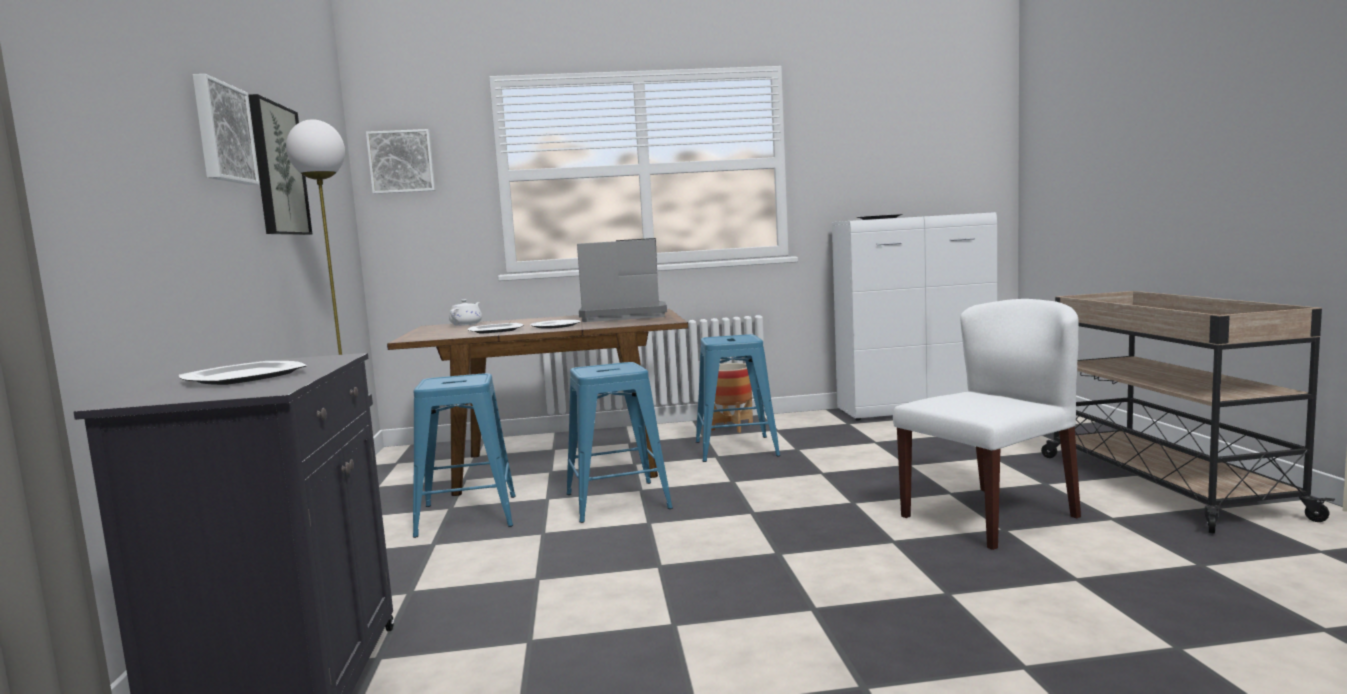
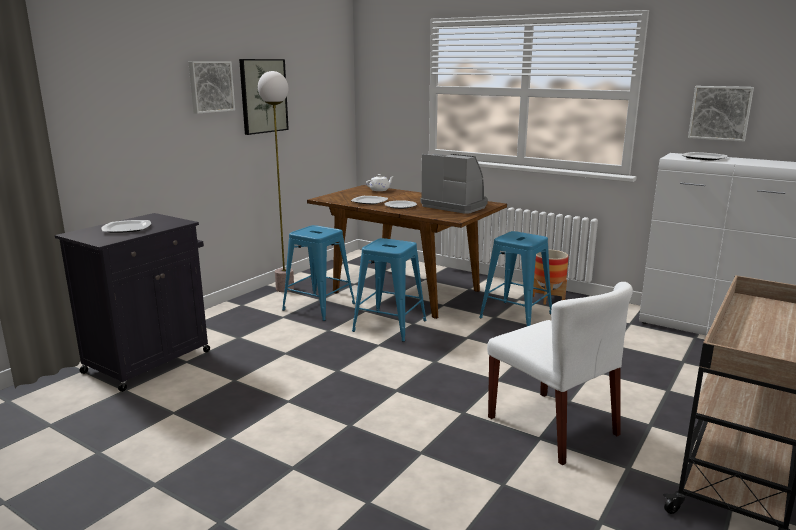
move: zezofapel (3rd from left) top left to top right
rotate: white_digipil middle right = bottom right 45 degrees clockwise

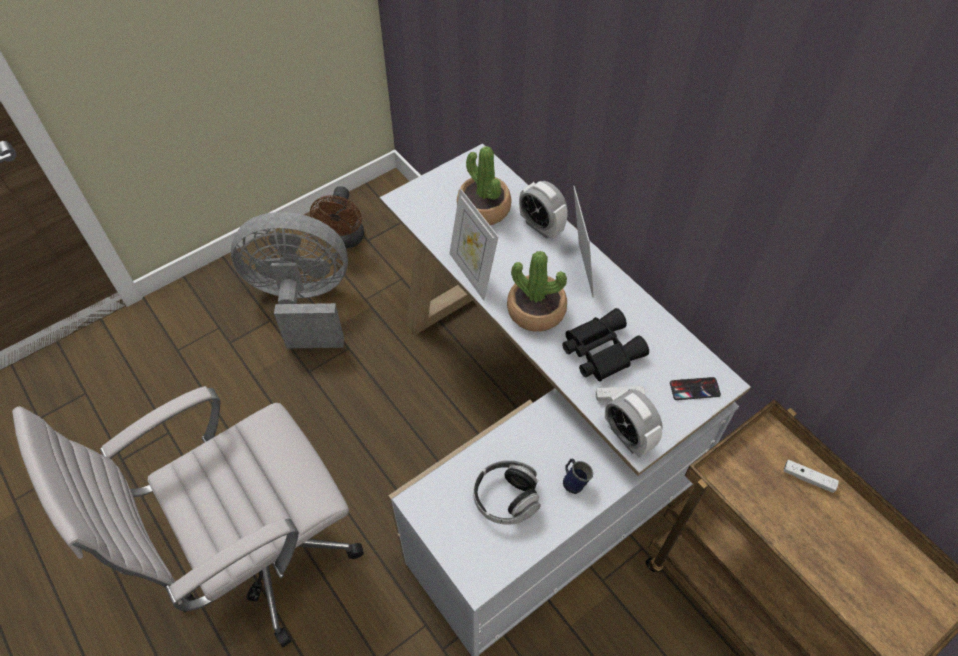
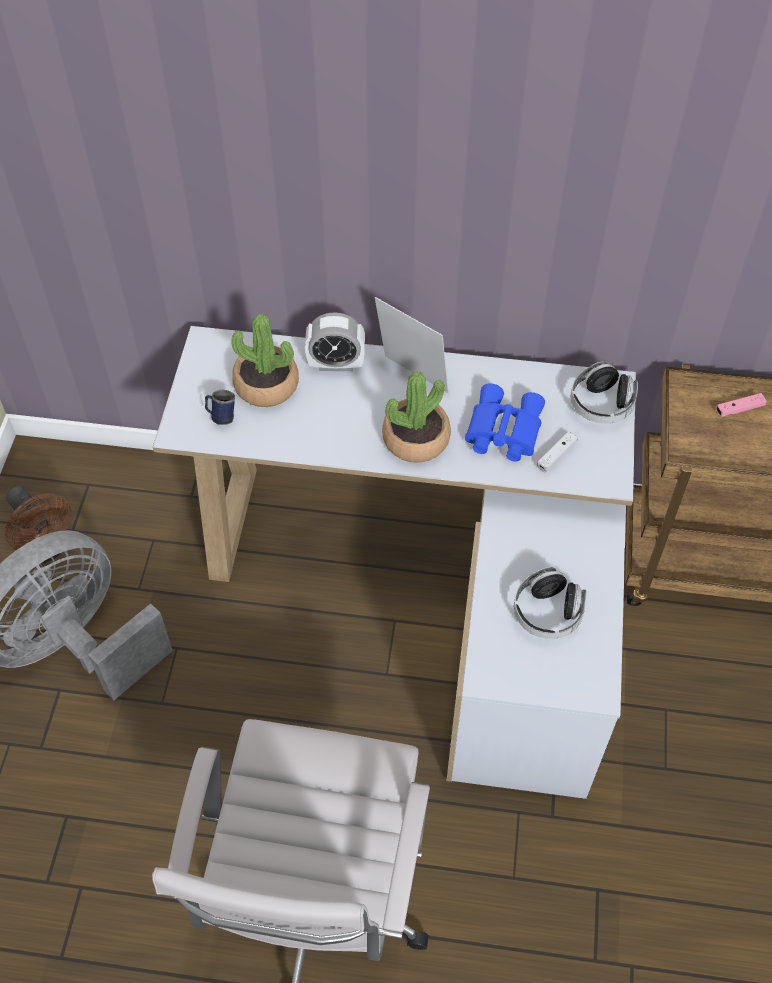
delete: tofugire (1st from left) centre; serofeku (2nd from left) centre
move: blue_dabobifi bottom centre to middle left
replace: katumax middle right to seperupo (2nd from left) middle right
recolor: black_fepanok centre to blue_fepanok centre; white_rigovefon (2nd from left) bottom right to pink_rigovefon middle right

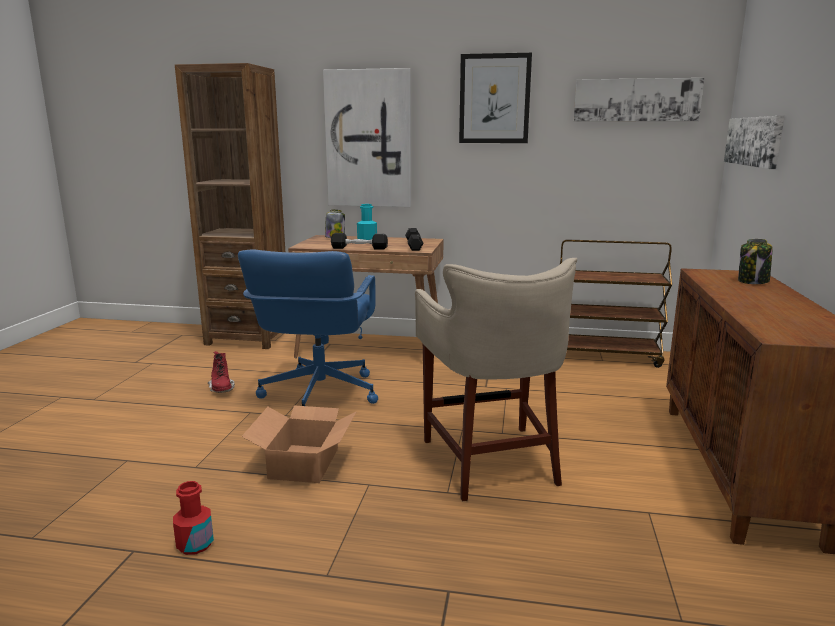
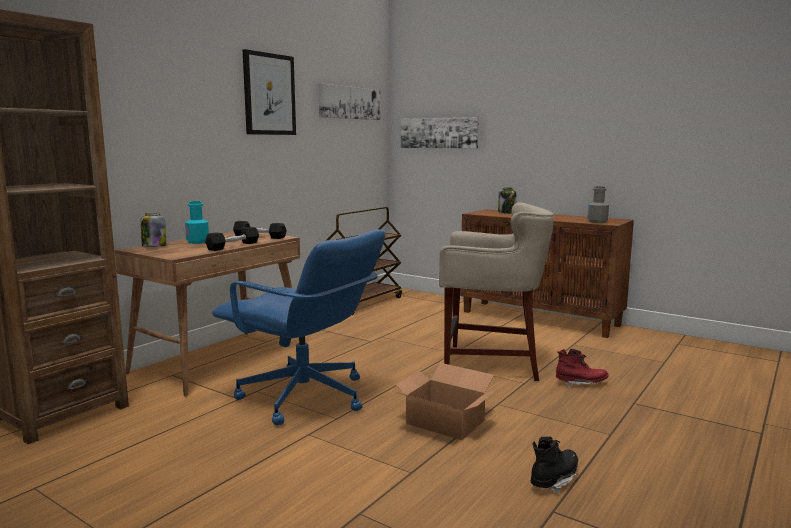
delete: zezofapel (1st from left) top centre
insert: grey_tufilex middle right
move: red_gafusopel middle left to bottom right
replace: red_tufilex bottom left to black_gafusopel bottom right

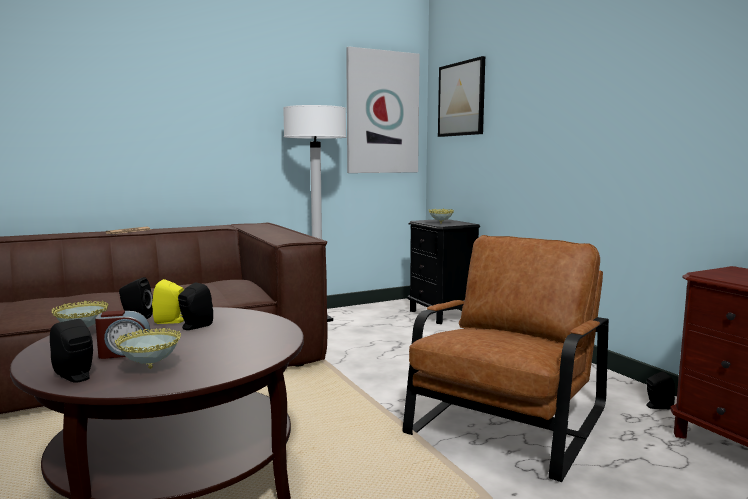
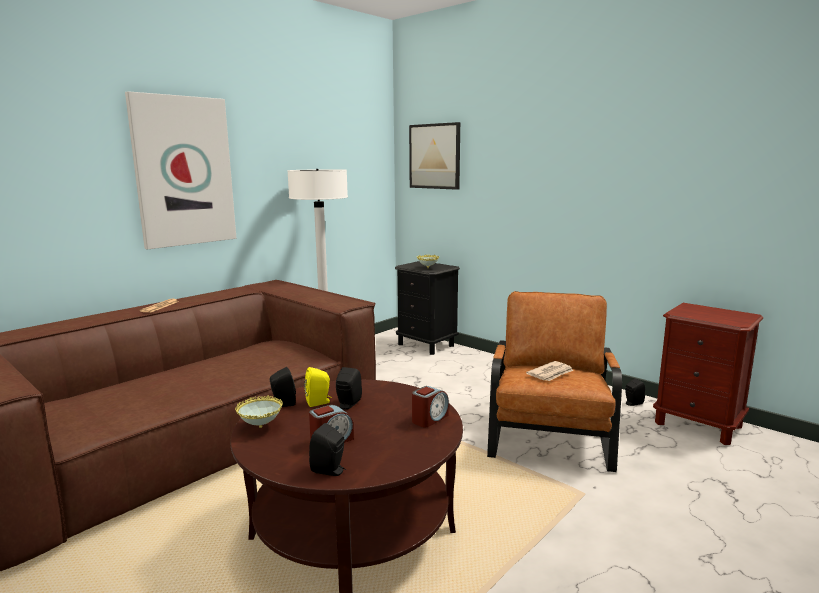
delete: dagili (2nd from left) bottom left
insert: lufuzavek (2nd from left) middle right; serofeku (2nd from left) bottom centre
move: zezofapel (1st from left) top centre to top left

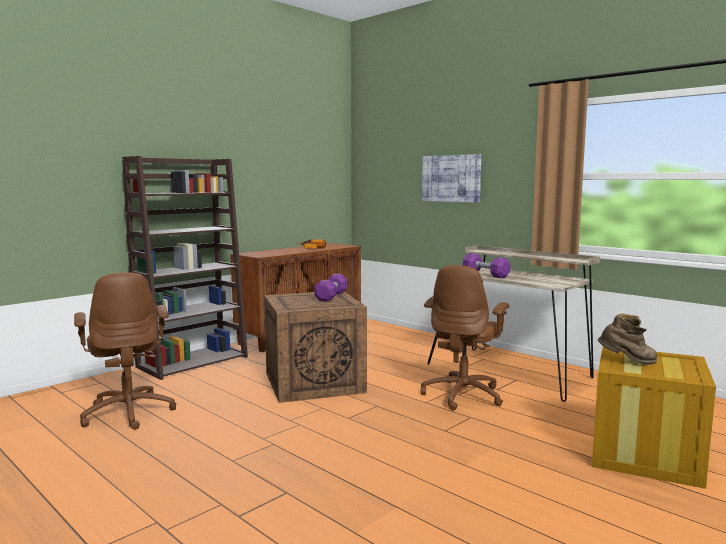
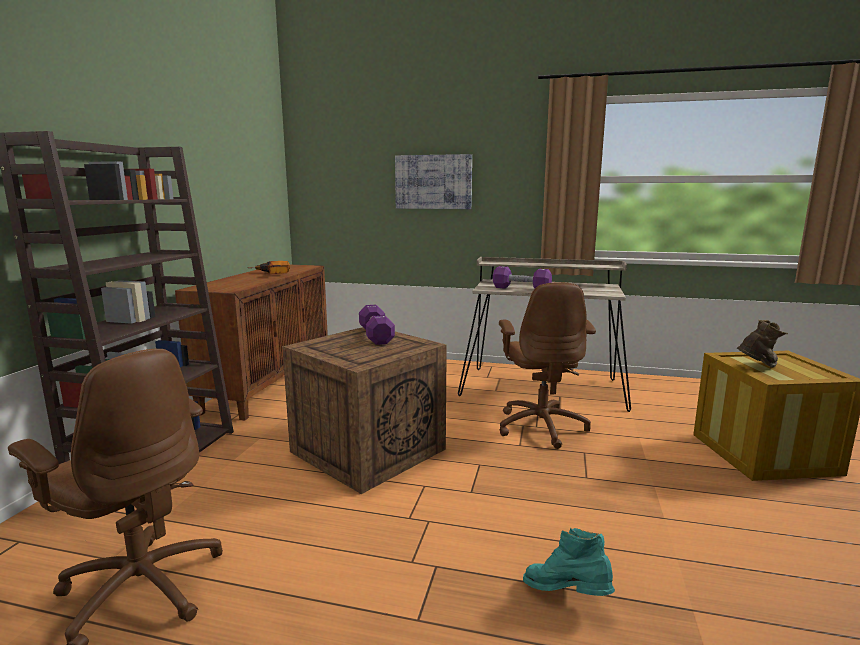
insert: turquoise_gafusopel bottom centre

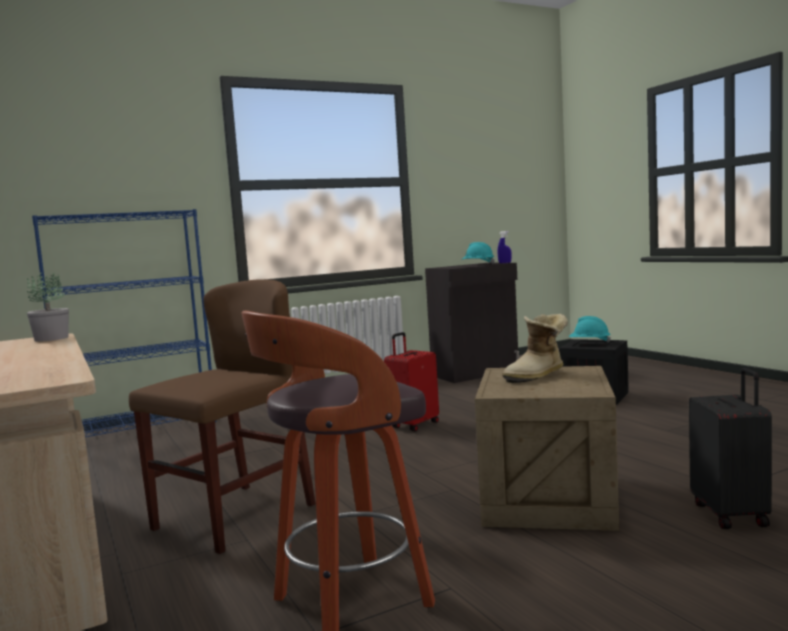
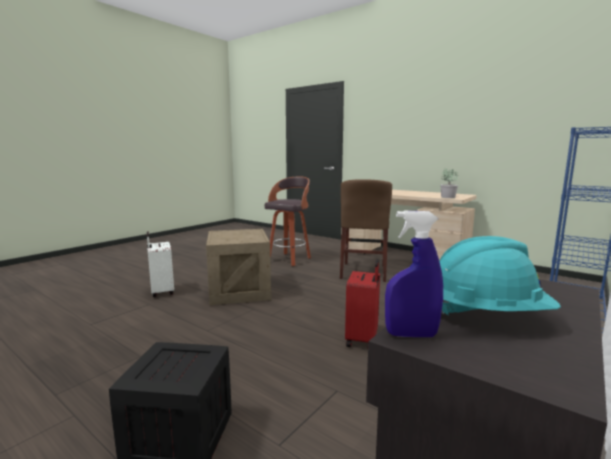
delete: gafusopel middle right; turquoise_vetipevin (2nd from left) middle right
recolor: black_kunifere bottom right to white_kunifere middle left

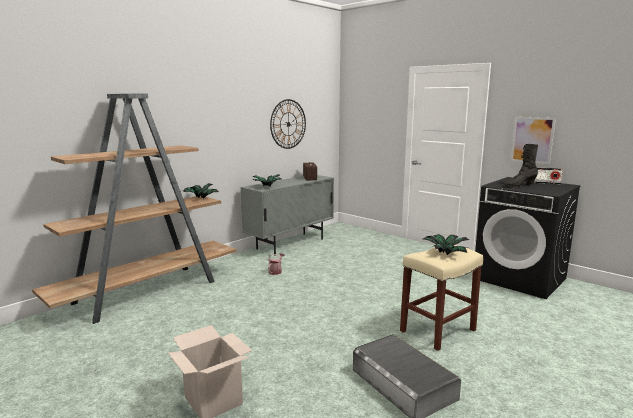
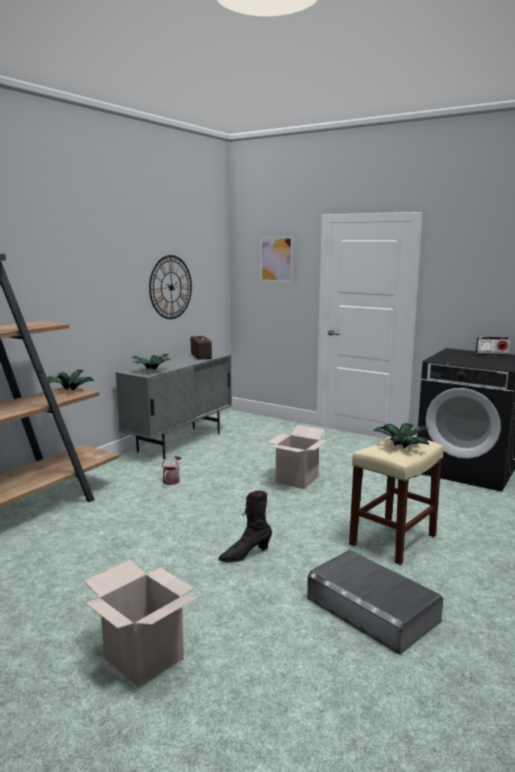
insert: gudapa (2nd from left) centre
move: zezofapel middle right to centre; black_gafusopel middle right to bottom centre

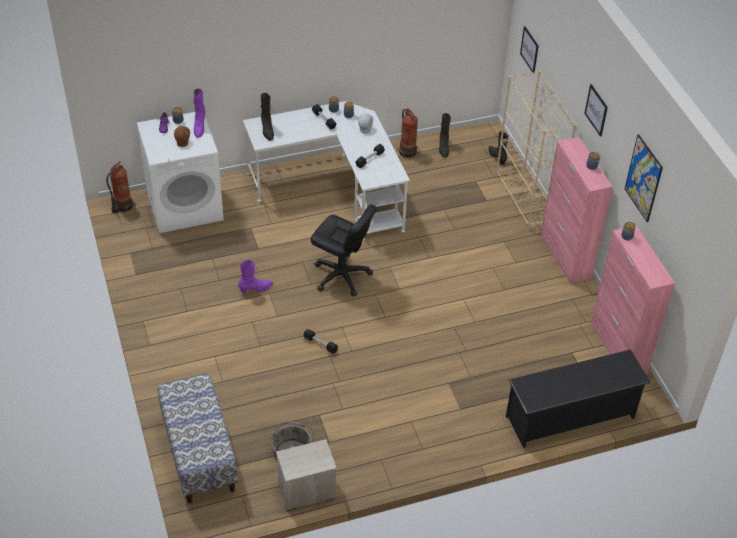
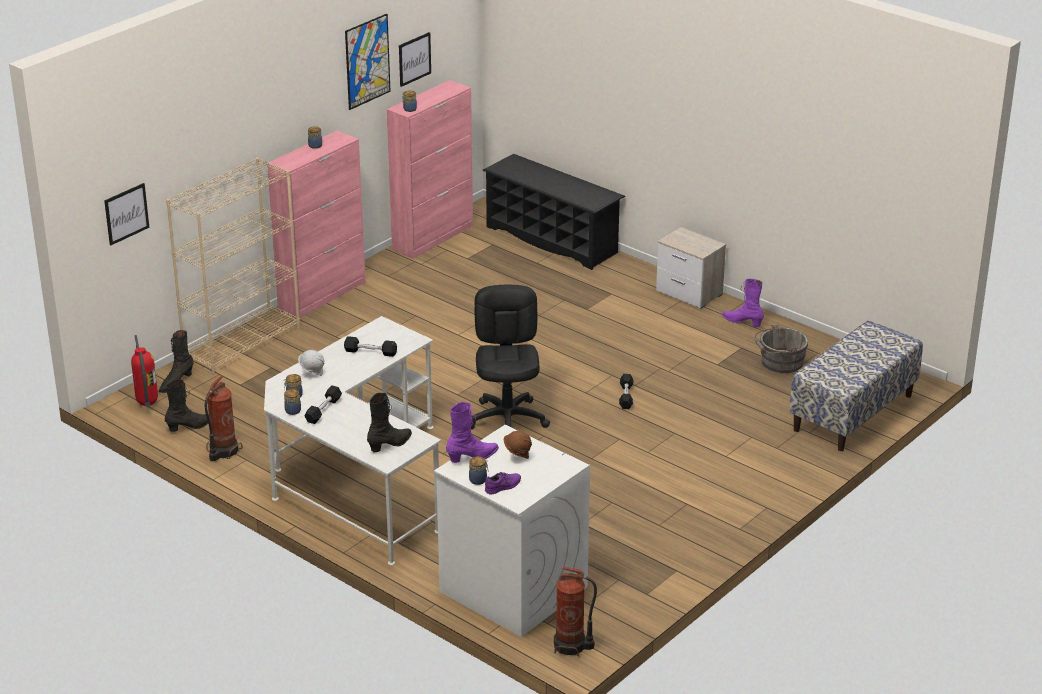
insert: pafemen (1st from left) middle left
move: zezofapel (2nd from left in the first image) top right to zezofapel (3rd from left) top centre; purple_gafusopel (2nd from left) centre to middle right; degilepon bottom centre to centre

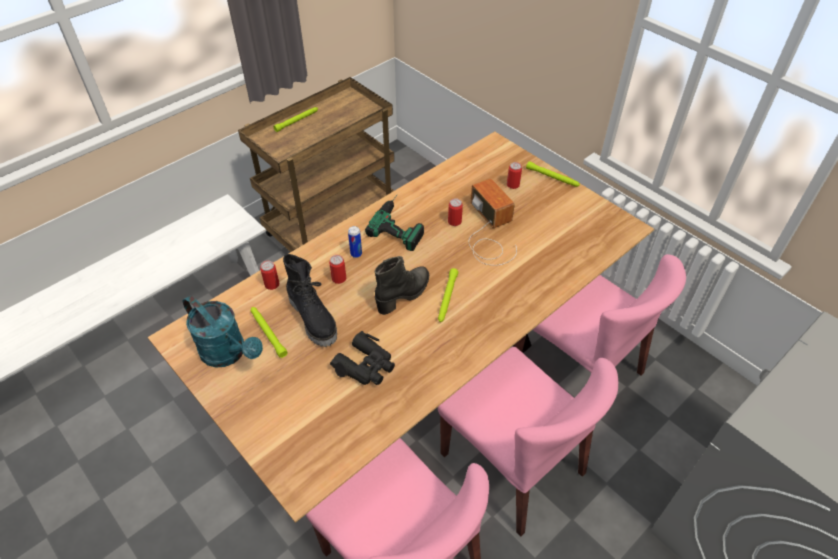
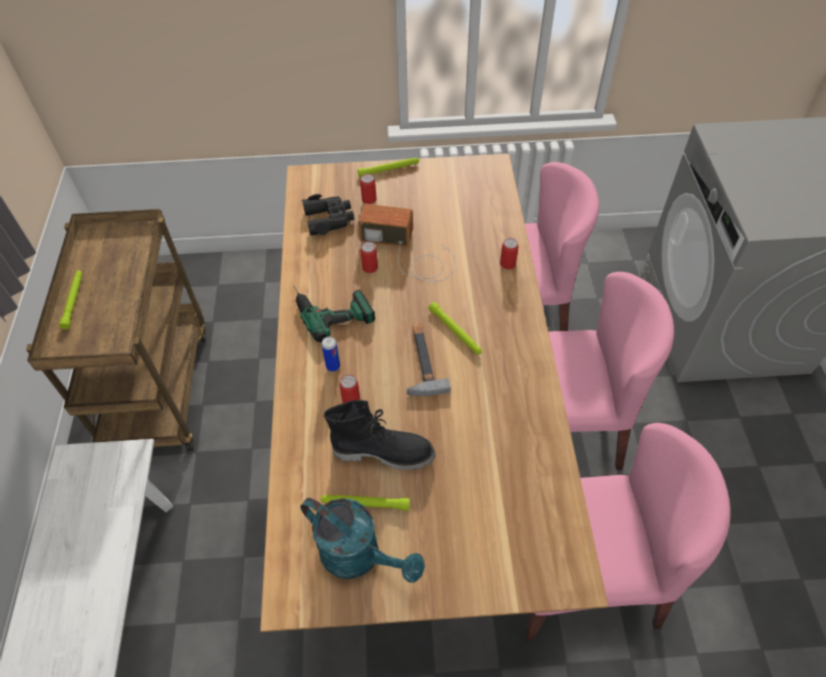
move: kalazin (1st from left in the first image) middle left to kalazin (5th from left) centre; black_fepanok centre to top centre
replace: black_gafusopel (2nd from left) centre to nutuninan centre
rotate: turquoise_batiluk middle left = bottom centre 45 degrees clockwise

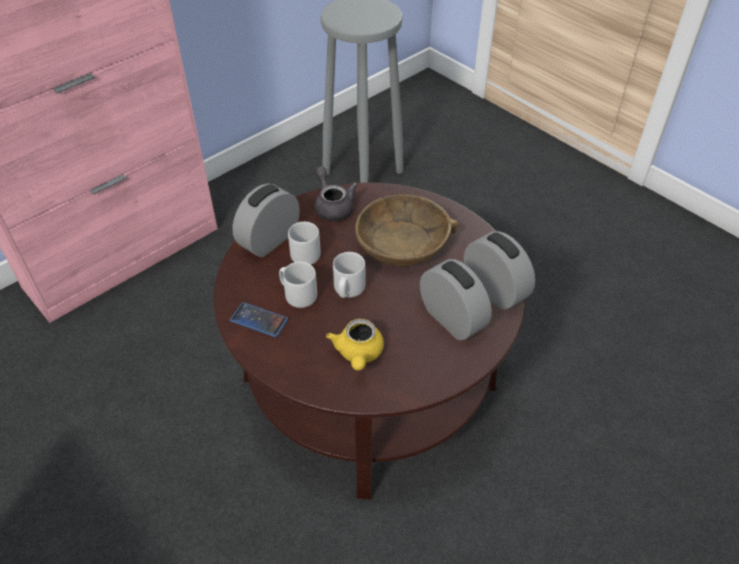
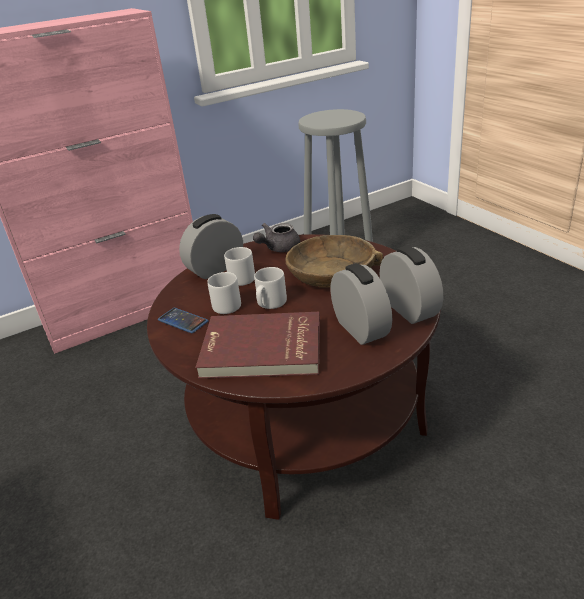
replace: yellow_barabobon centre to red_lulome centre
rotate: grey_barabobon centre = centre 120 degrees counterclockwise

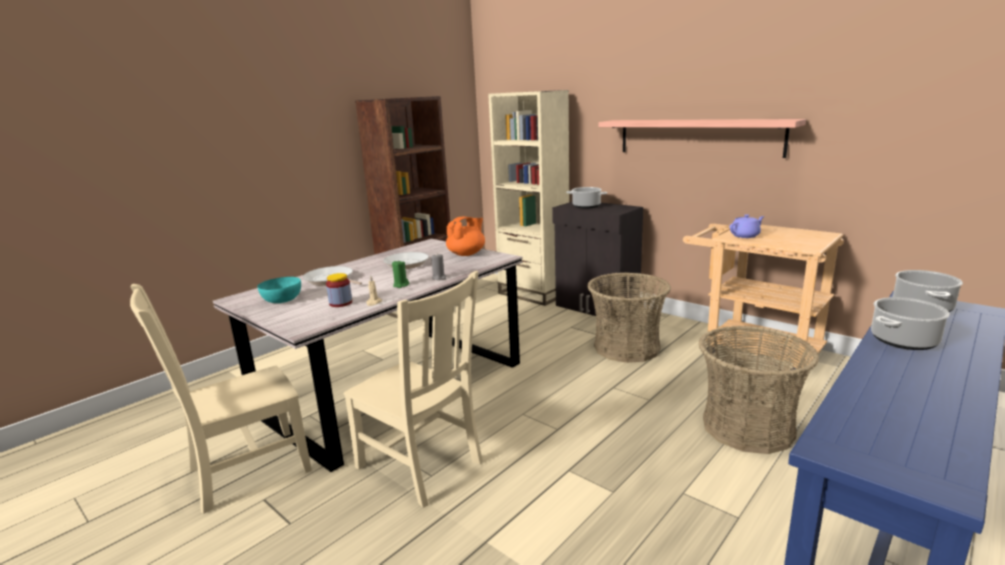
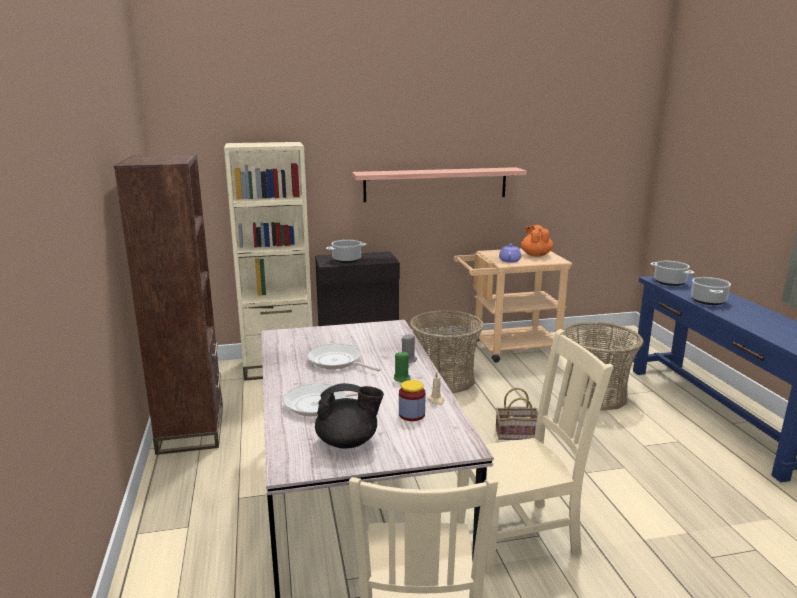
insert: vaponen (2nd from left) bottom centre
move: orange_barabobon centre to middle right
replace: turquoise_dagili middle left to black_barabobon bottom centre

